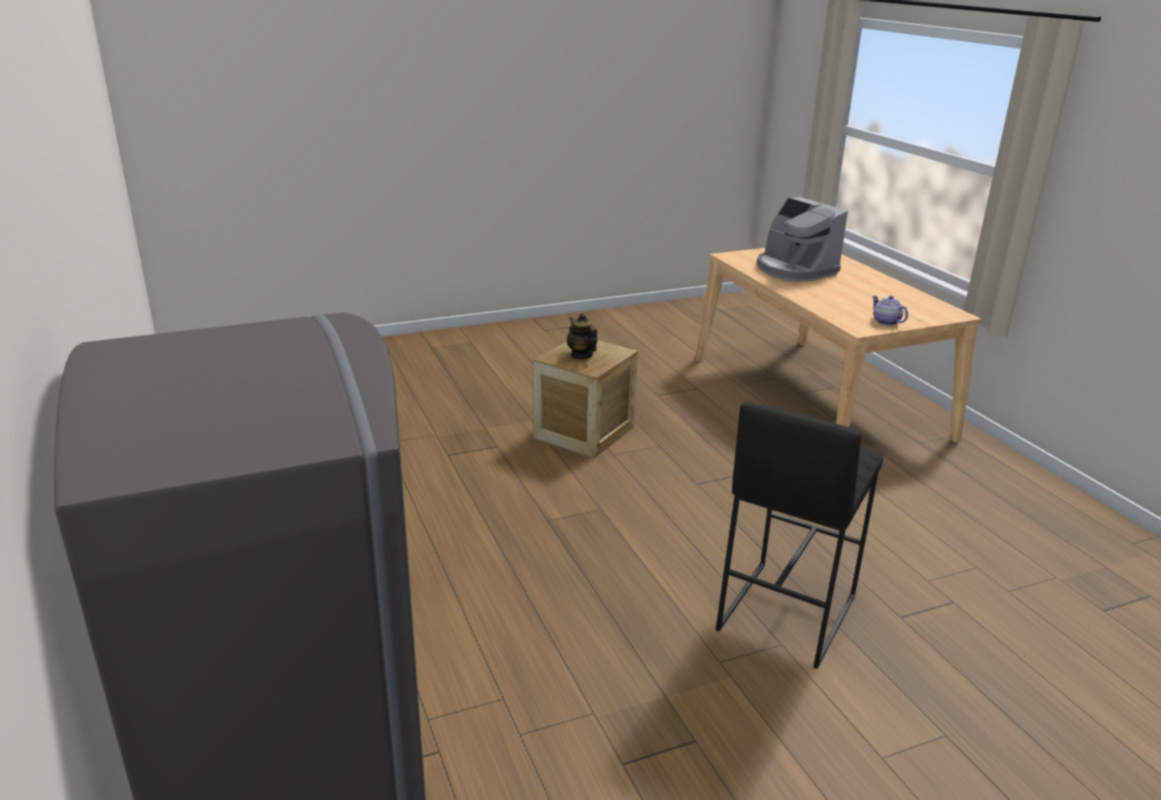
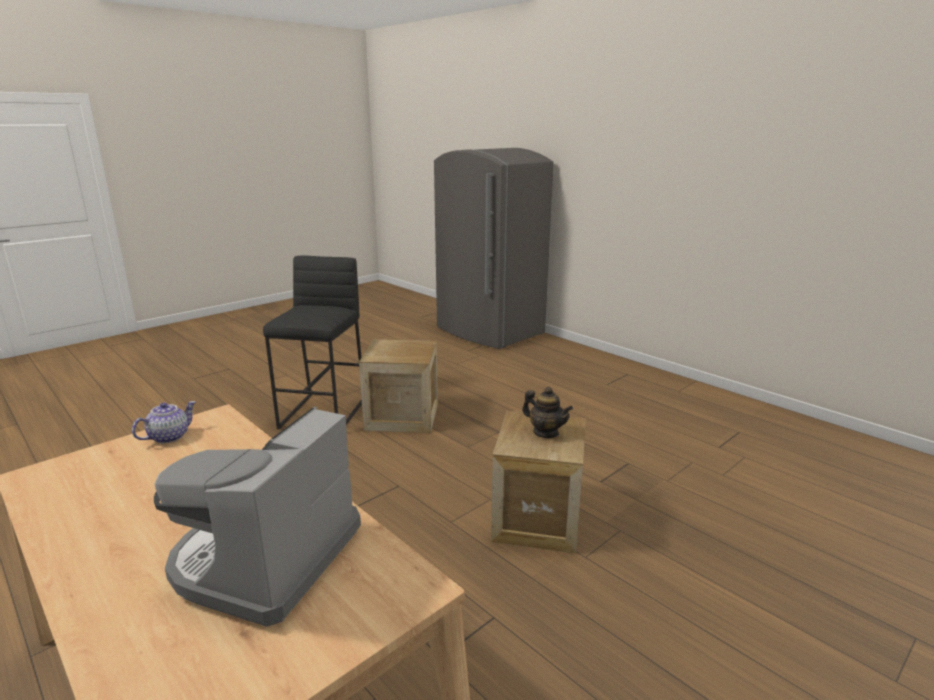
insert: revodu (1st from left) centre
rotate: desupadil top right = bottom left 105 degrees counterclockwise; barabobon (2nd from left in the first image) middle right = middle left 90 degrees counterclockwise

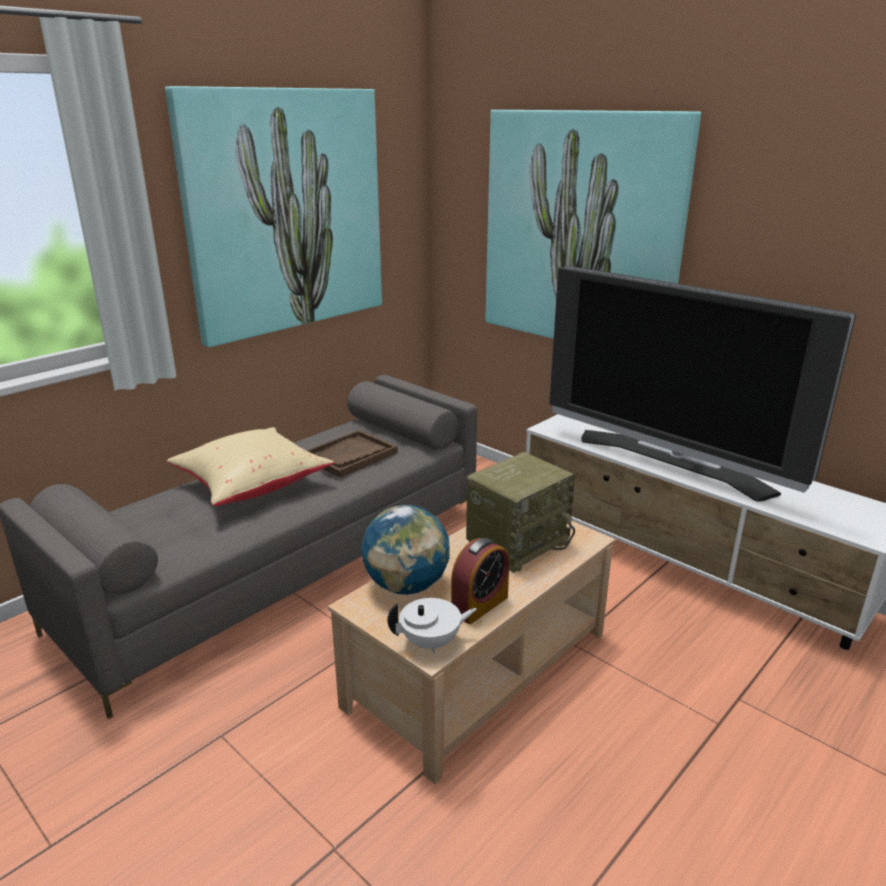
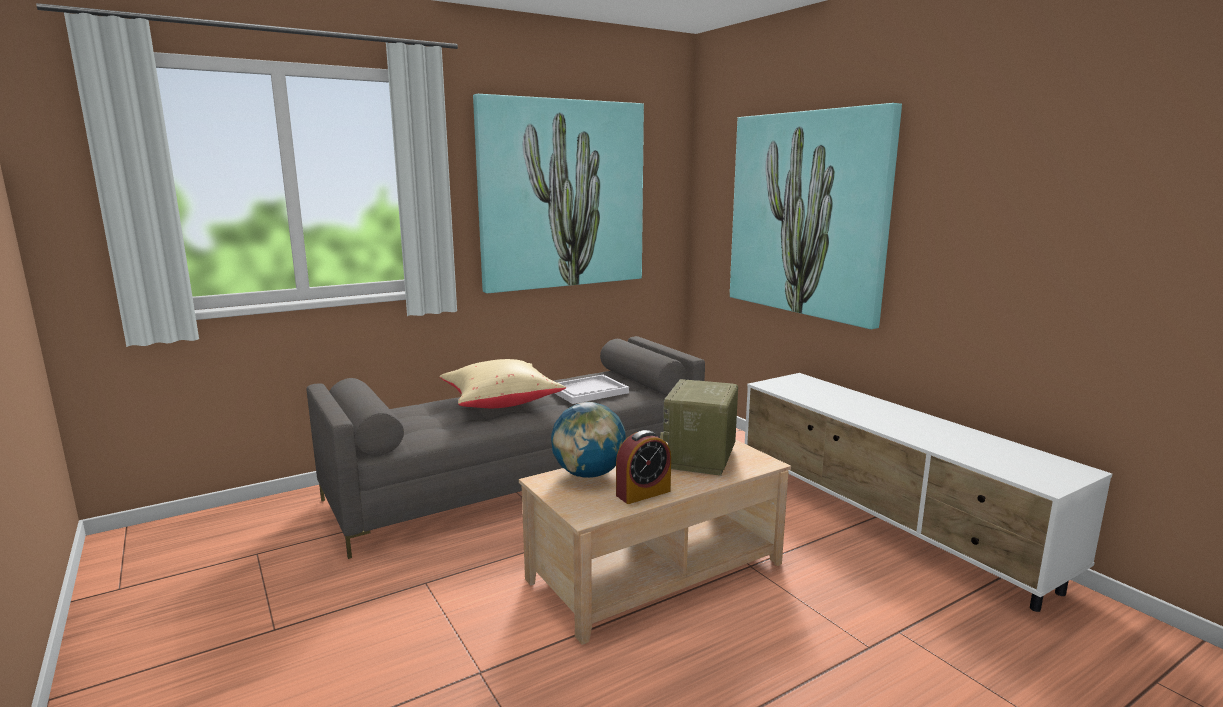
delete: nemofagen middle right; white_barabobon bottom centre
recolor: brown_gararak centre to white_gararak centre
rotate: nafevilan centre = centre 135 degrees clockwise

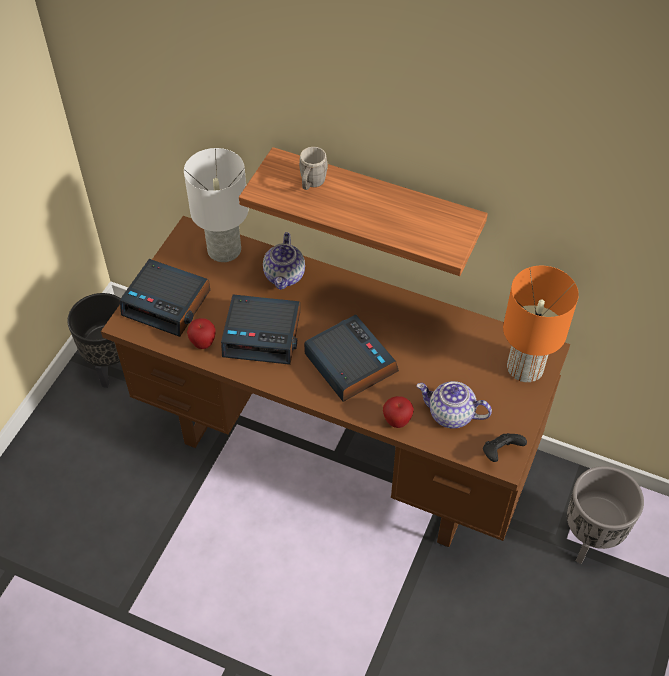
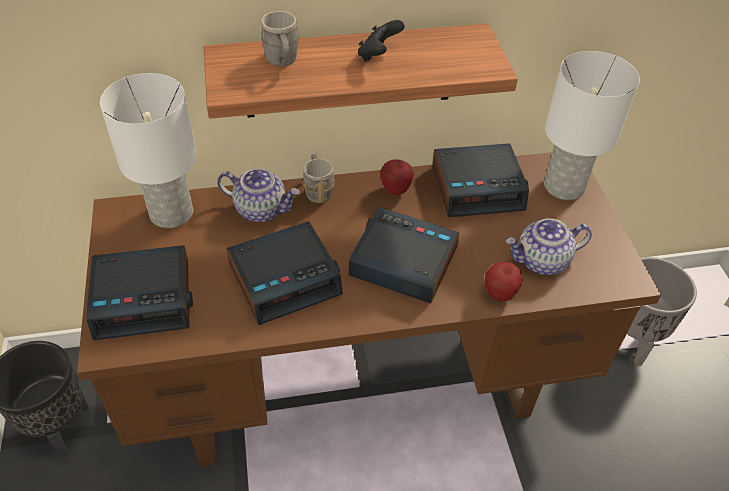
insert: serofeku (4th from left) centre; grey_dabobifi (2nd from left) centre
move: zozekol (1st from left) middle left to centre; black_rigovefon middle right to top centre
recolor: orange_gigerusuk middle right to white_gigerusuk (2nd from left) top right
rotate: barabobon (1st from left) centre = centre 45 degrees counterclockwise

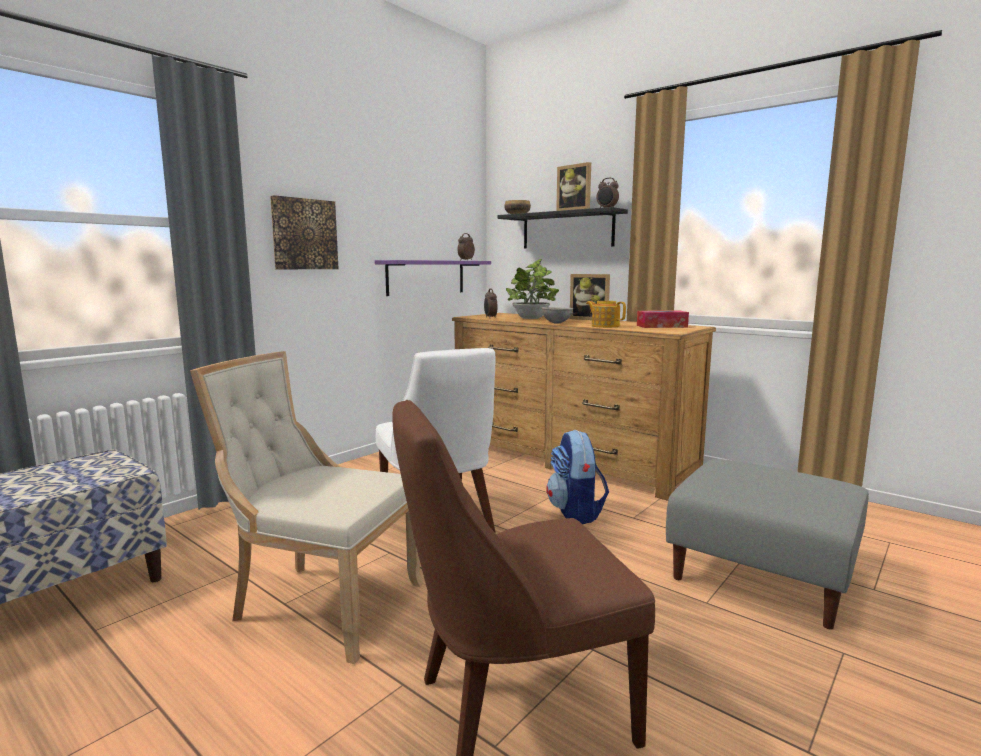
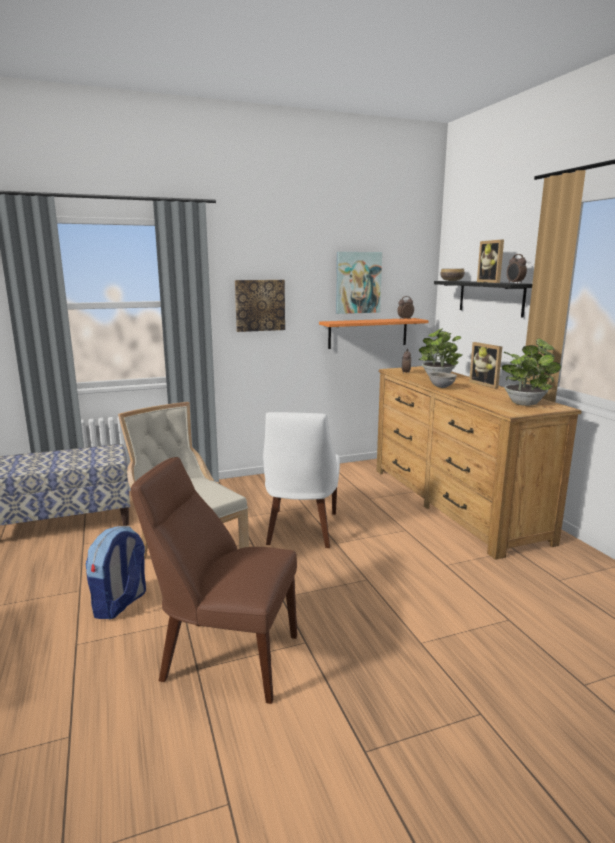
delete: barabobon centre; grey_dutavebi bottom right
insert: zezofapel (2nd from left) centre
move: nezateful centre to bottom left
replace: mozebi middle right to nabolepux (2nd from left) middle right
recolor: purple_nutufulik centre to orange_nutufulik centre

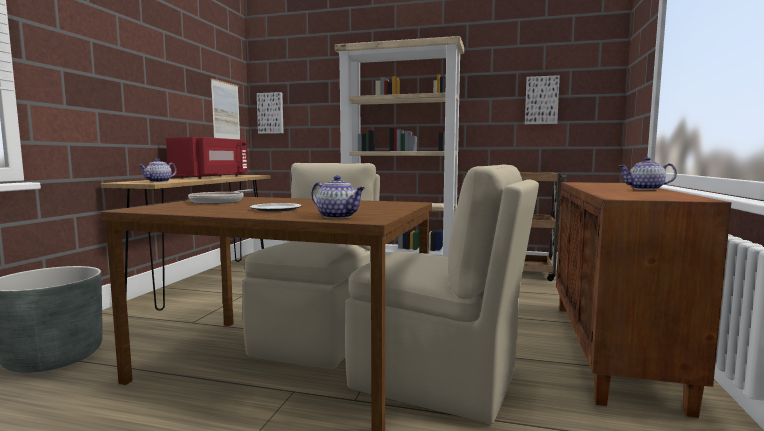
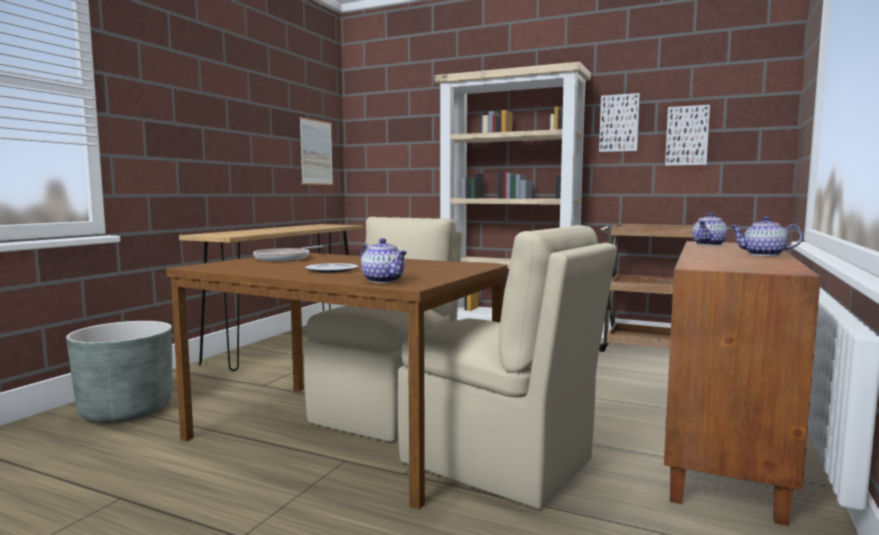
delete: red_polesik middle left
move: zezofapel (2nd from left) top centre to top right; barabobon (1st from left in the first image) middle left to barabobon (2nd from left) middle right

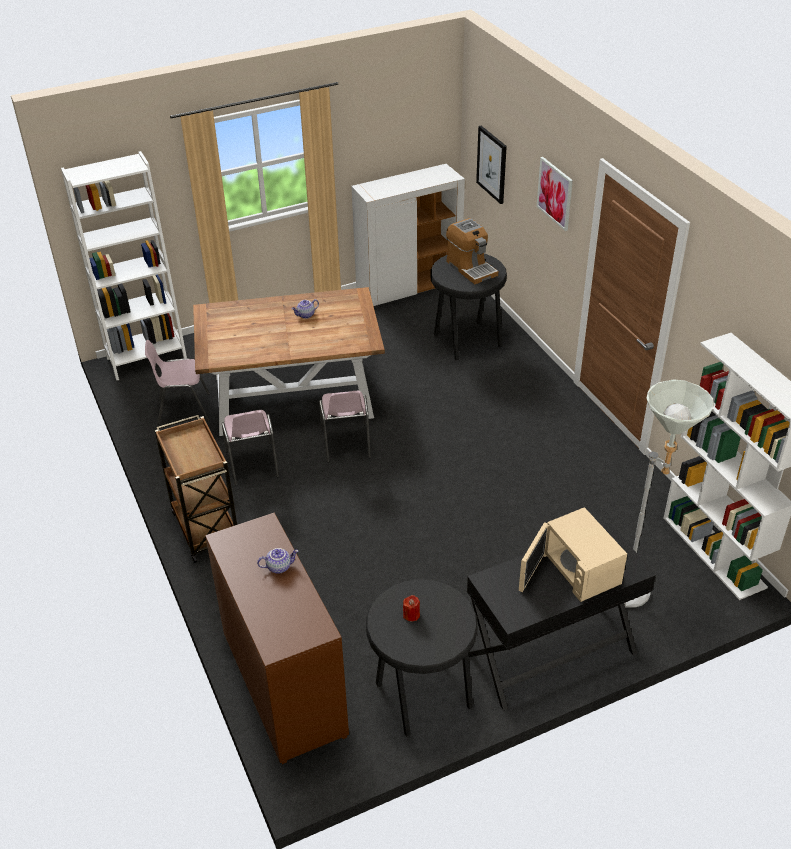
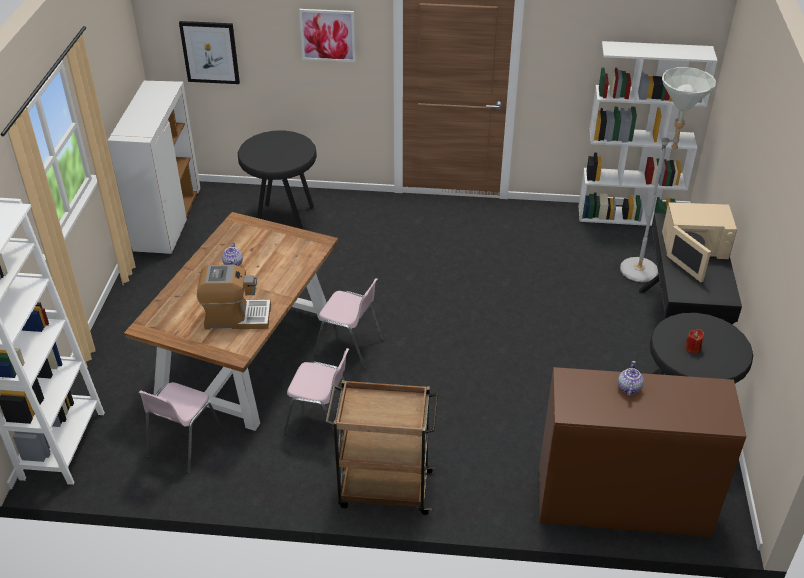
move: desupadil top centre to middle left

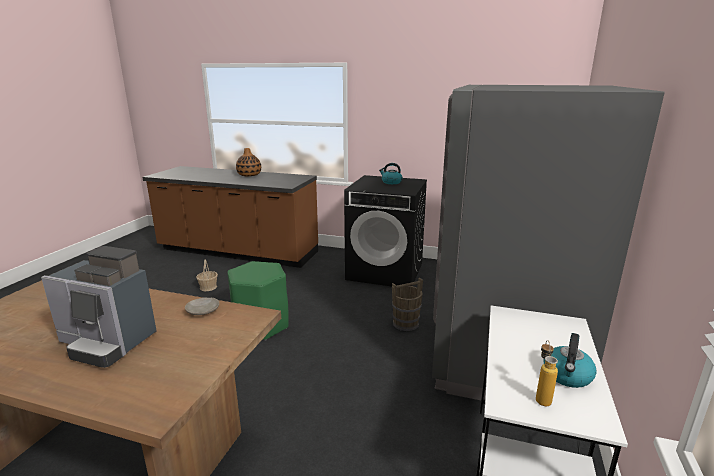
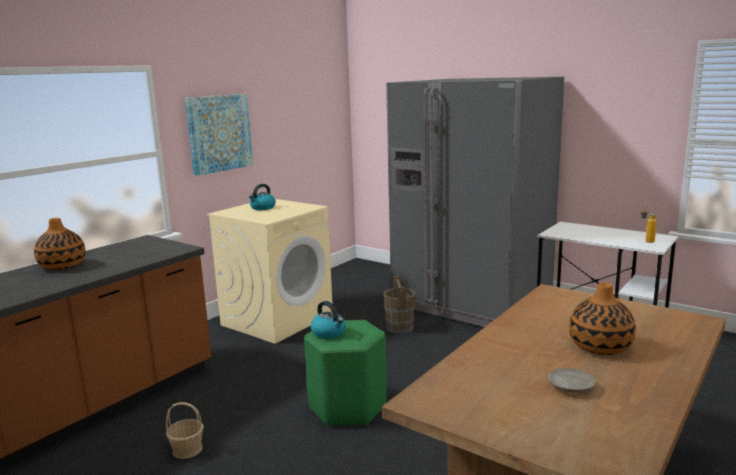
insert: zezofapel top left
move: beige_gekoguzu middle left to bottom right; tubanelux (2nd from left) bottom right to bottom centre
replace: desupadil middle left to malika (2nd from left) bottom right
recolor: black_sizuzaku centre to beige_sizuzaku centre

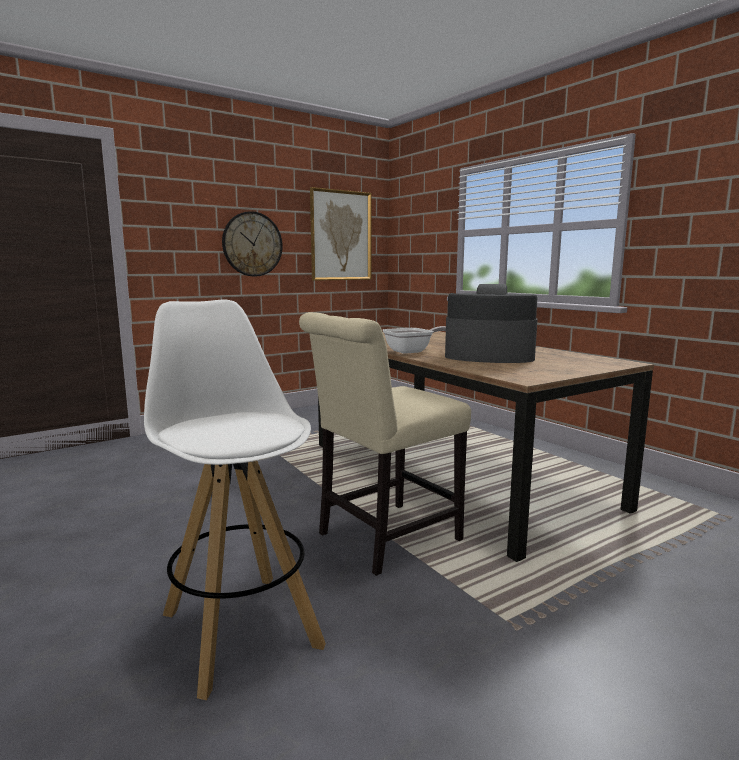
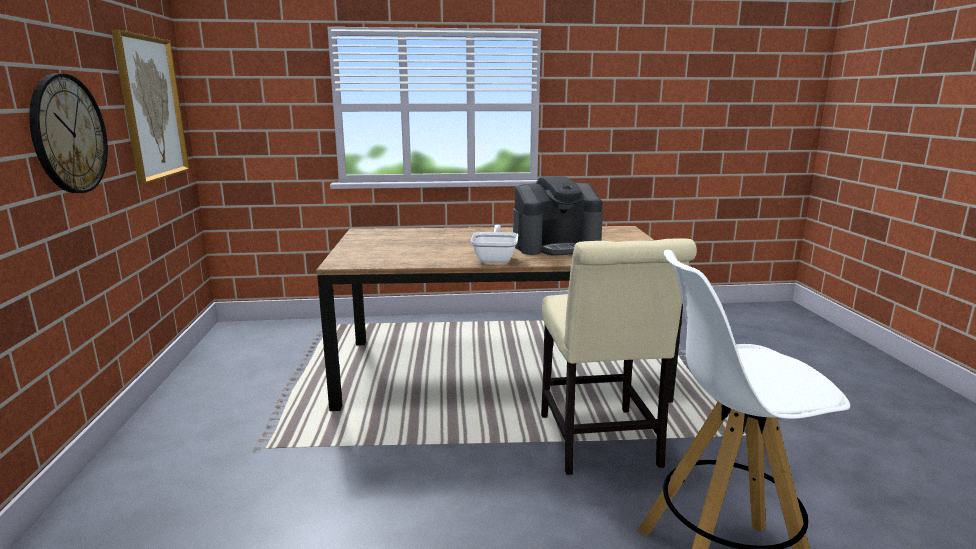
rotate: desupadil centre = centre 150 degrees counterclockwise

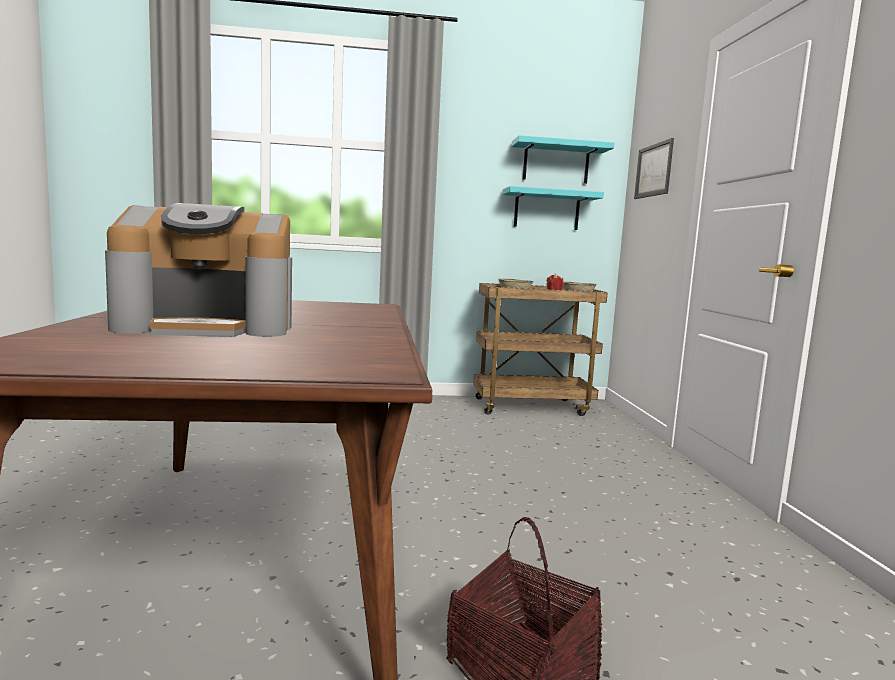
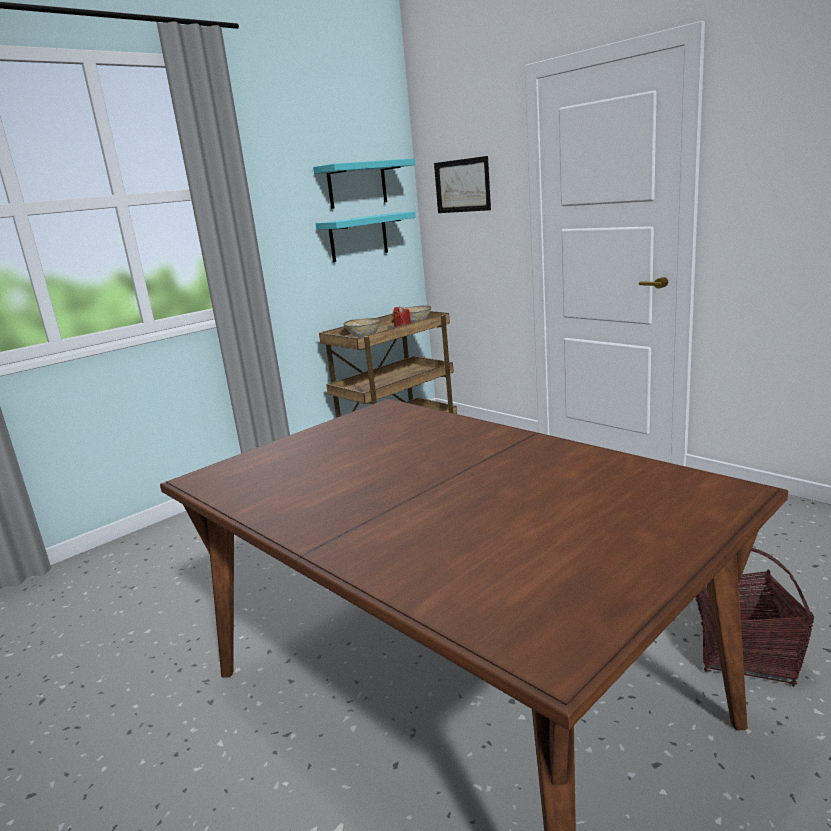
delete: desupadil middle left

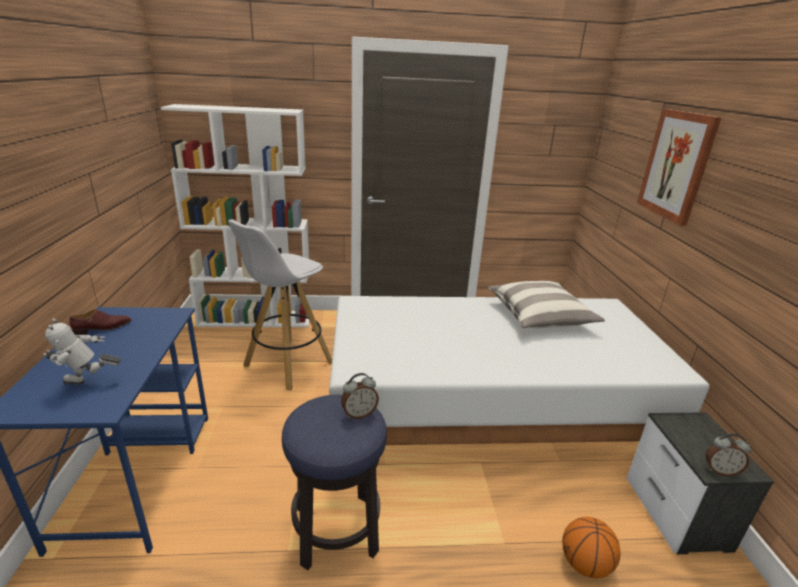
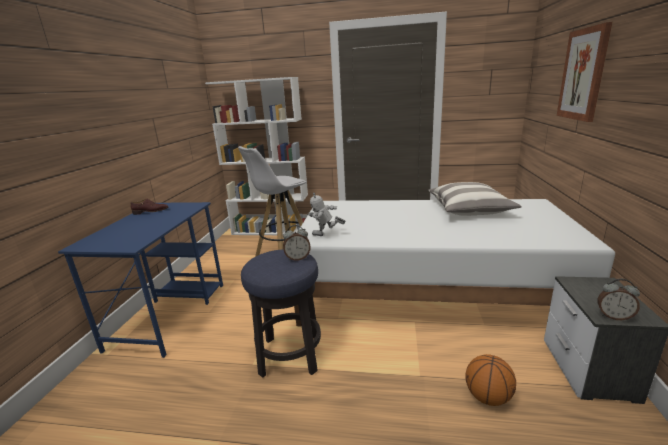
move: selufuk middle left to centre

